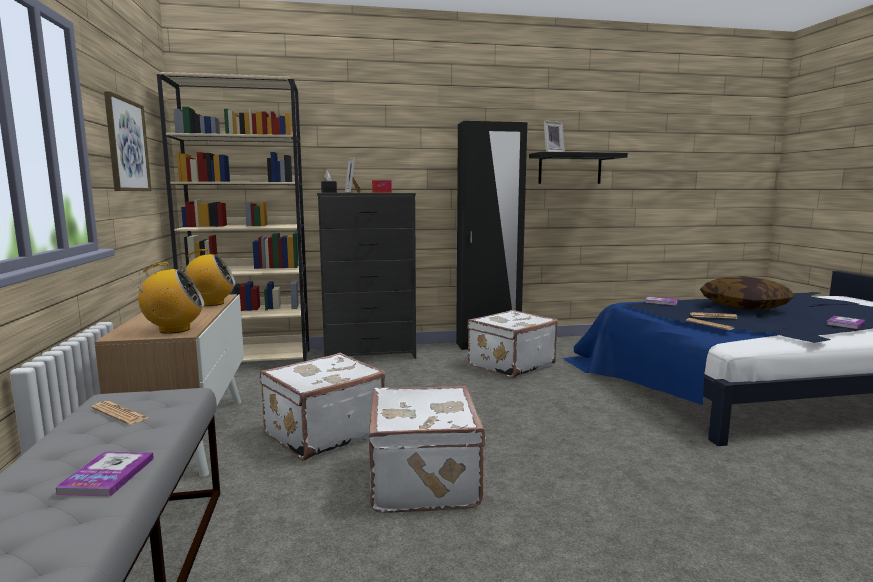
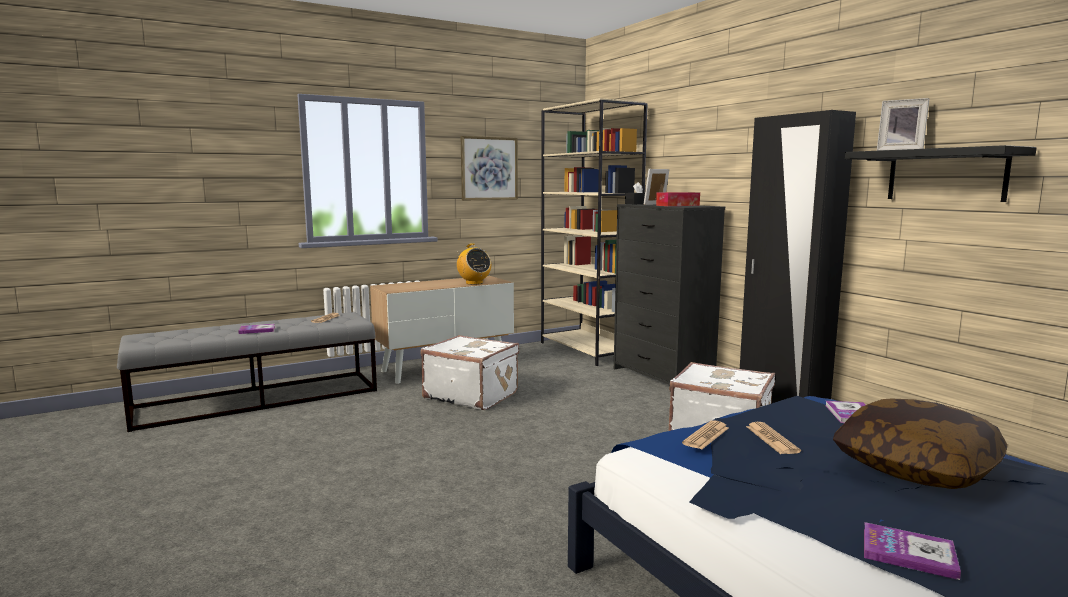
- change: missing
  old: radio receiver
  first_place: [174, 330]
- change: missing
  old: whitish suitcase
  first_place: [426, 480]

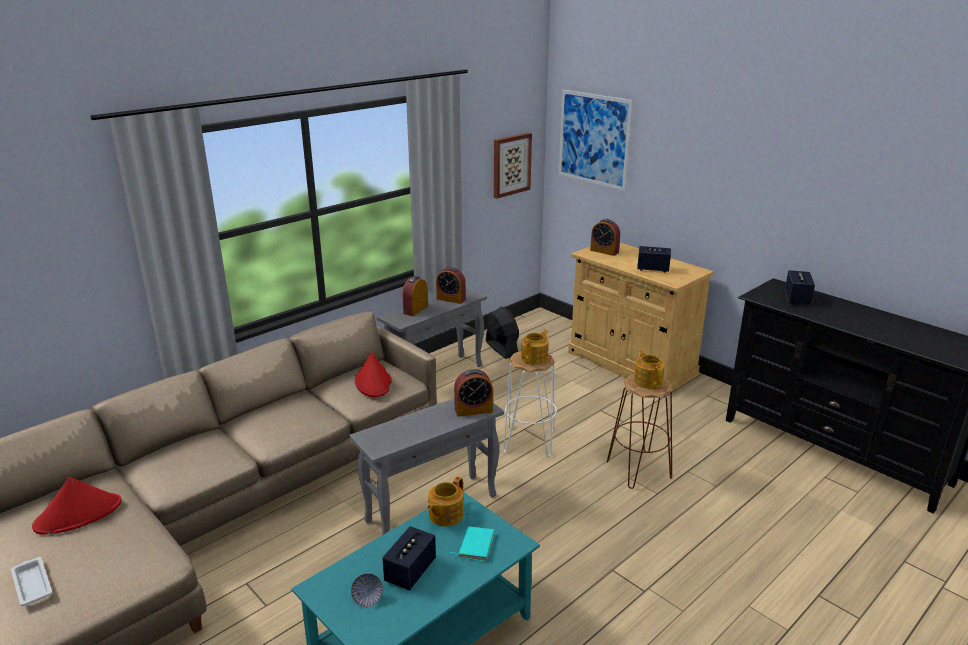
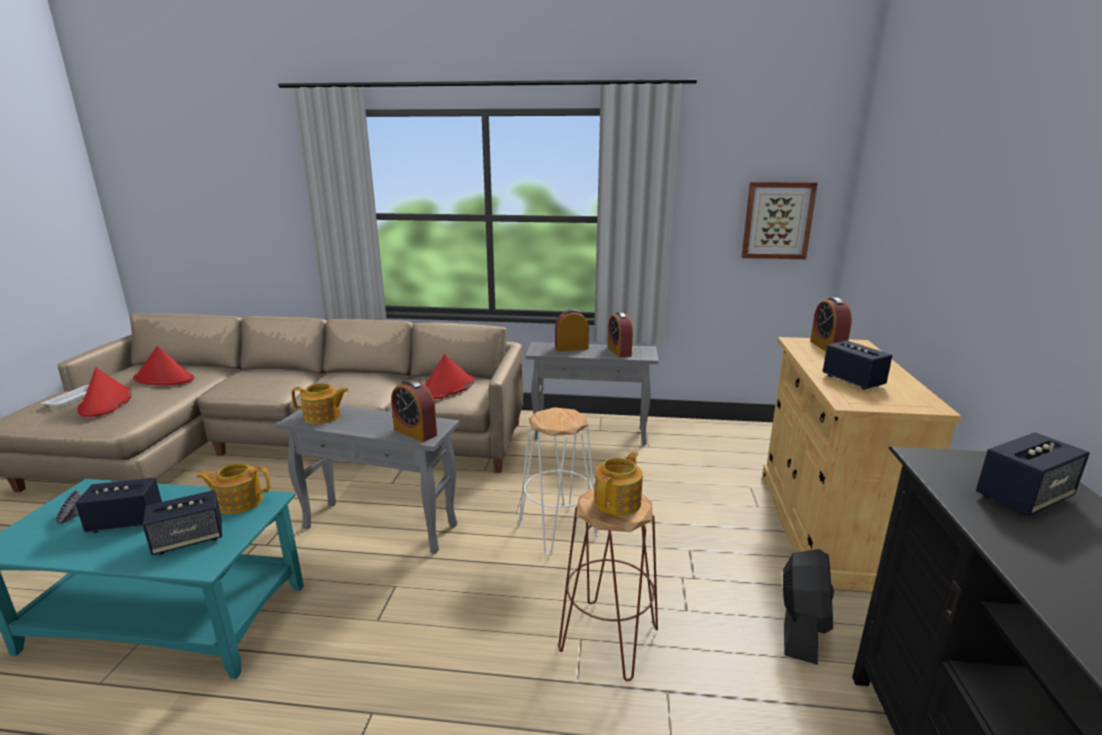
- change: exchanged
  old: blue-green volume
  new: audio speaker
  first_place: [475, 545]
  second_place: [189, 540]
- change: relocated
  old: black-coloured fan
  first_place: [501, 348]
  second_place: [802, 628]
- change: relocated
  old: pot for tea
  first_place: [535, 358]
  second_place: [323, 416]
- change: missing
  old: wall art
  first_place: [594, 139]
- change: appeared
  new: red hat
  second_place: [106, 403]

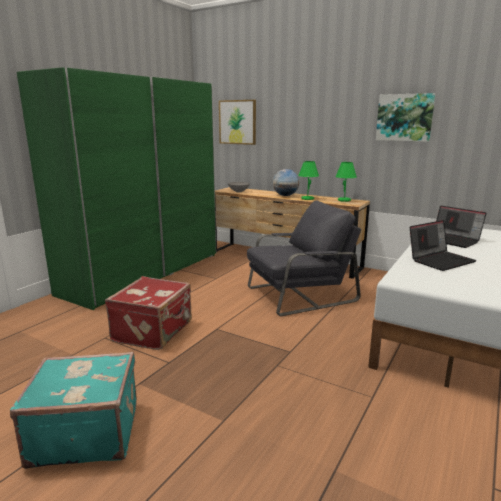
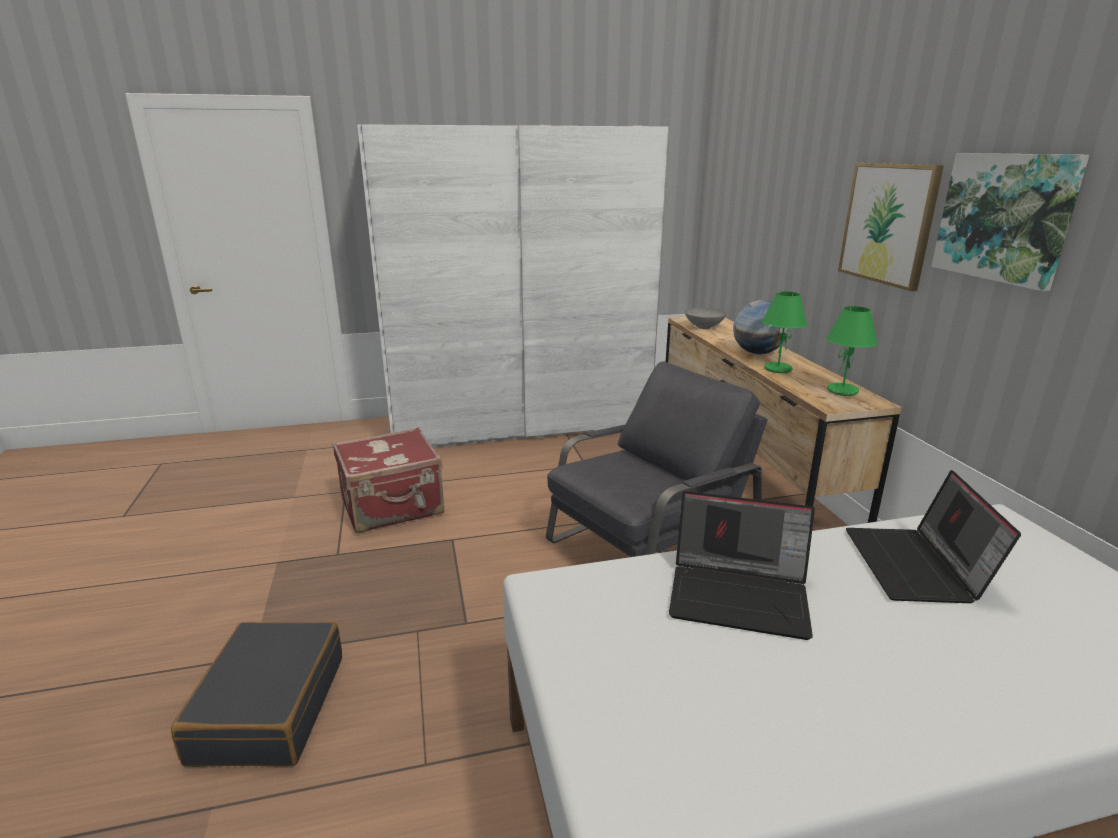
- change: missing
  old: blue-green suitcase
  first_place: [86, 432]
- change: colour
  old: green armoire
  new: whitish armoire
  first_place: [144, 273]
  second_place: [520, 423]
- change: relocated
  old: wall art
  first_place: [237, 122]
  second_place: [888, 223]
- change: spun
  old: gray easy chair
  first_place: [300, 294]
  second_place: [650, 544]
  degrees: -60
- change: appeared
  new: black-coloured suitcase
  second_place: [269, 707]

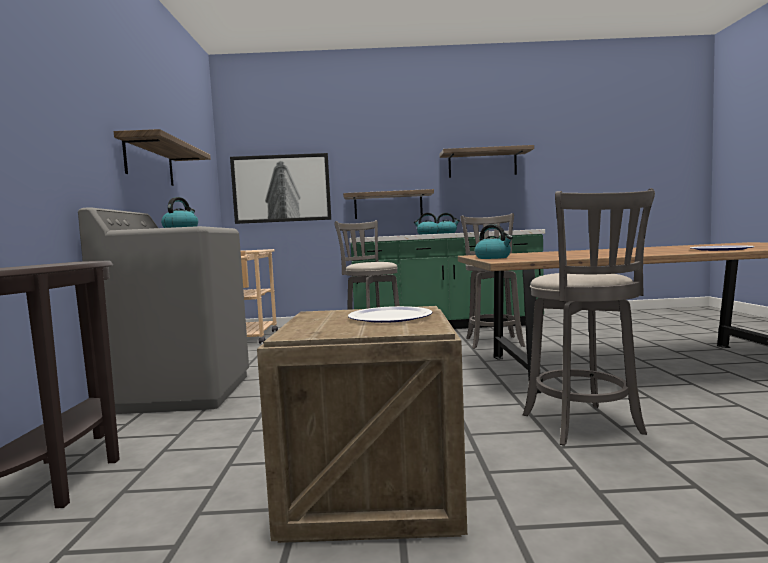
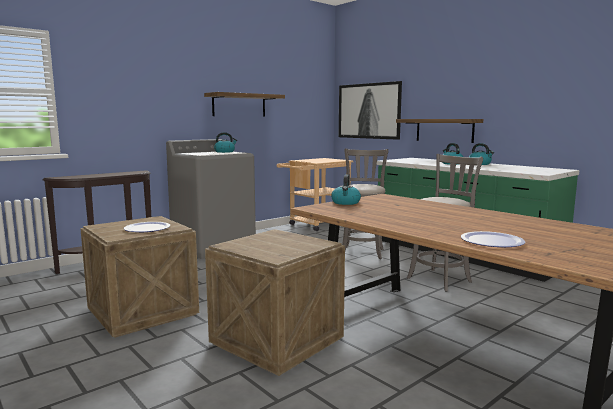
- change: missing
  old: shelf
  first_place: [482, 164]
- change: exchanged
  old: gray stool
  new: crate
  first_place: [584, 426]
  second_place: [275, 341]

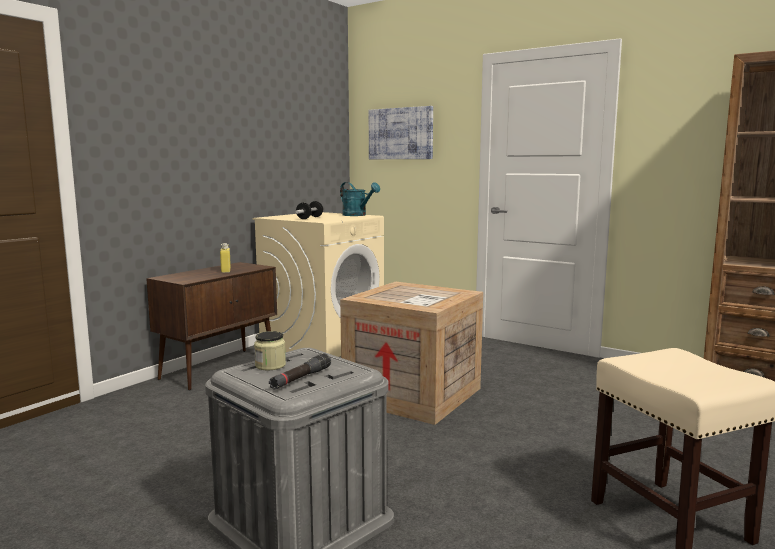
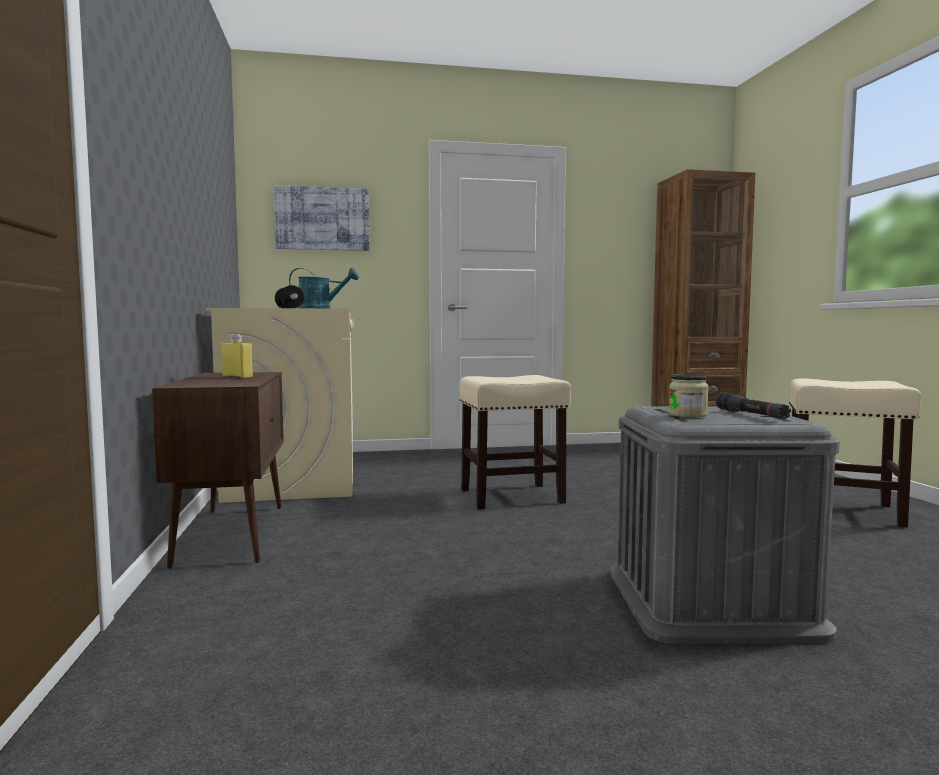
- change: exchanged
  old: crate
  new: beige stool
  first_place: [415, 394]
  second_place: [512, 496]

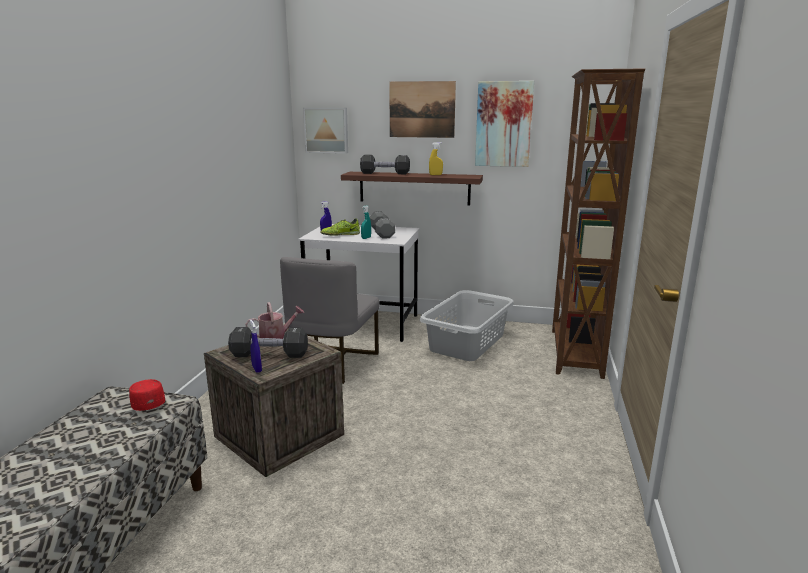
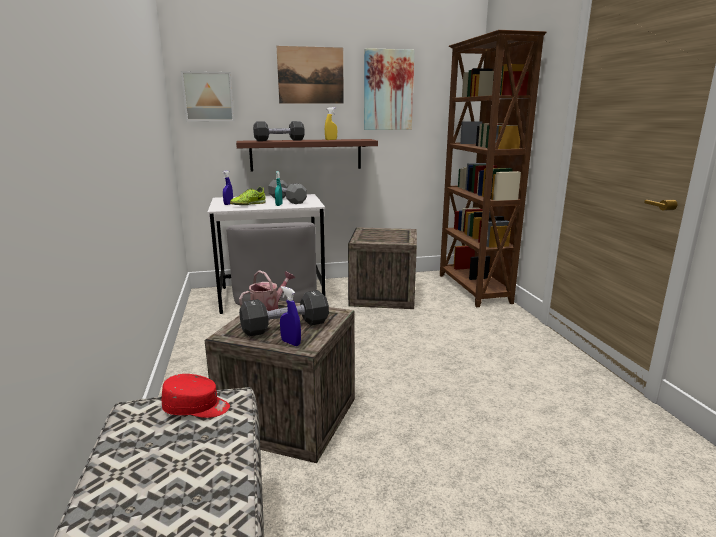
- change: spun
  old: red peaked cap
  first_place: [147, 402]
  second_place: [197, 408]
  degrees: 150
- change: exchanged
  old: gray washing basket
  new: crate
  first_place: [468, 342]
  second_place: [383, 295]

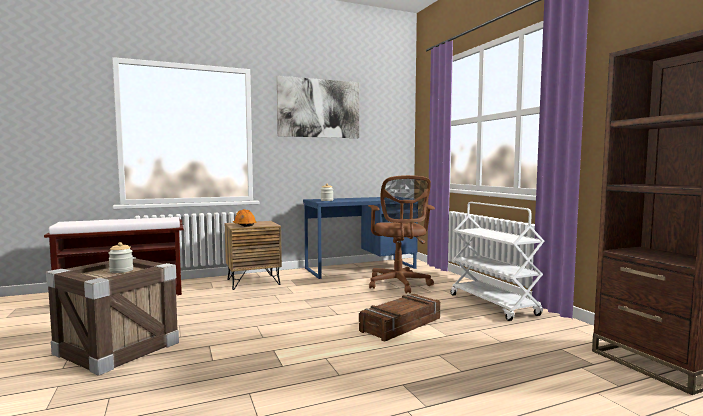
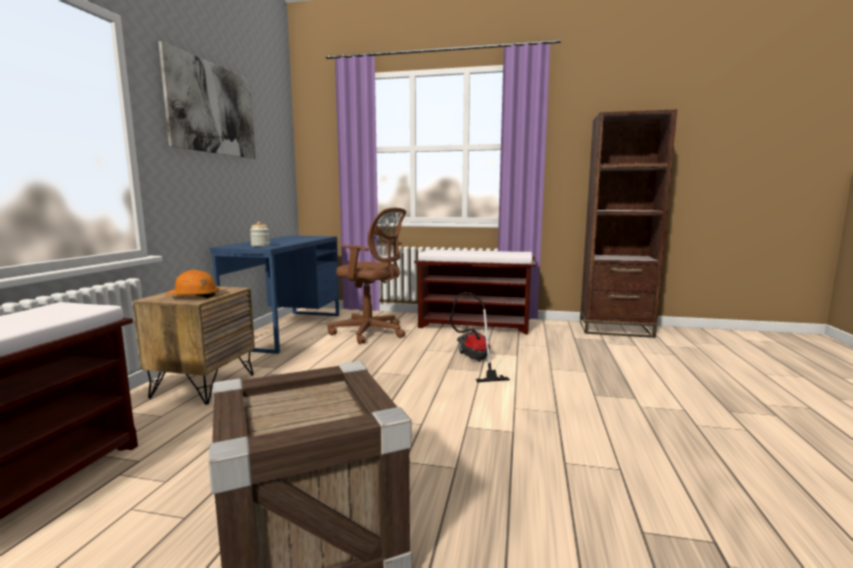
- change: missing
  old: jar
  first_place: [121, 270]
- change: exchanged
  old: crate
  new: vacuum
  first_place: [401, 325]
  second_place: [475, 361]
- change: exchanged
  old: whitish wheeled cart
  new: brownish bench
  first_place: [493, 305]
  second_place: [475, 325]

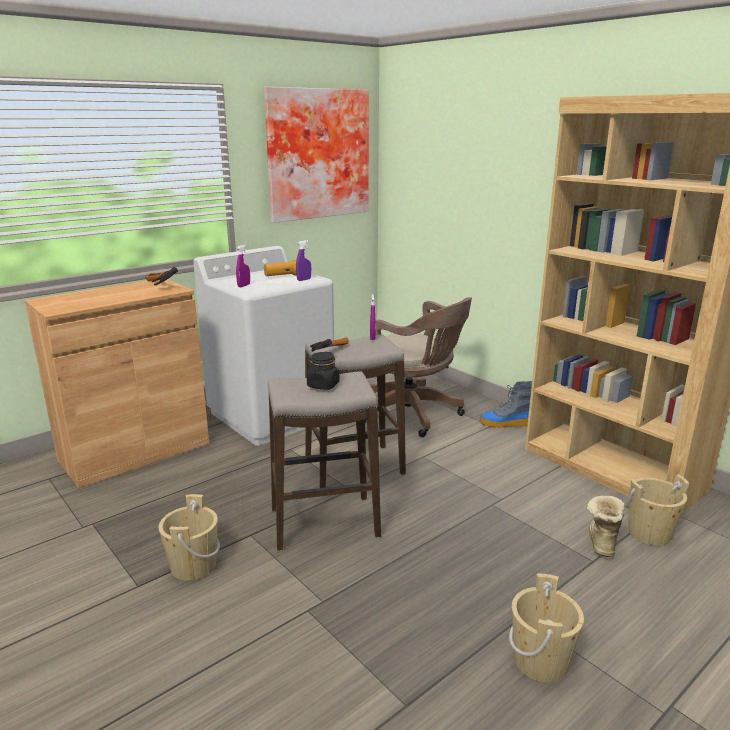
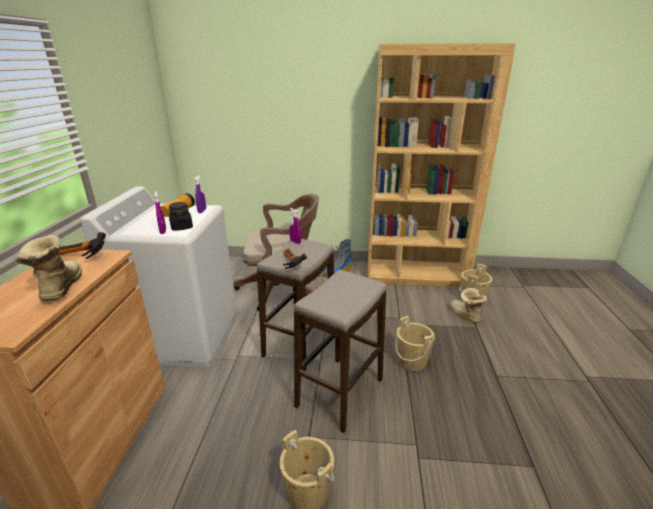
- change: missing
  old: wall art
  first_place: [316, 154]
- change: relocated
  old: black-coloured jar
  first_place: [323, 385]
  second_place: [182, 227]
- change: relocated
  old: beige water bucket
  first_place: [540, 660]
  second_place: [412, 361]
- change: appeared
  new: boot
  second_place: [59, 288]

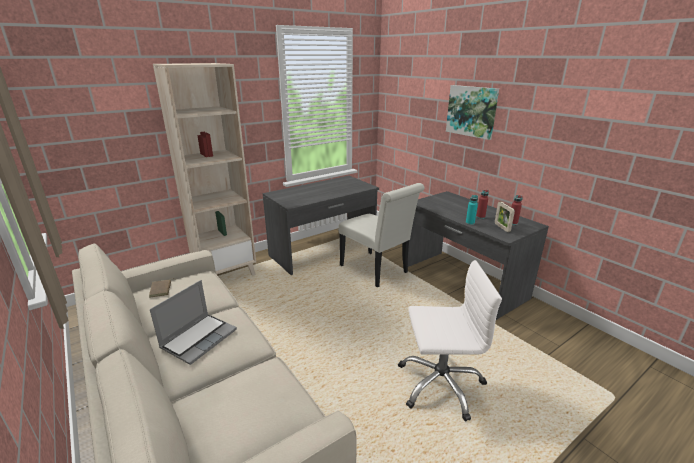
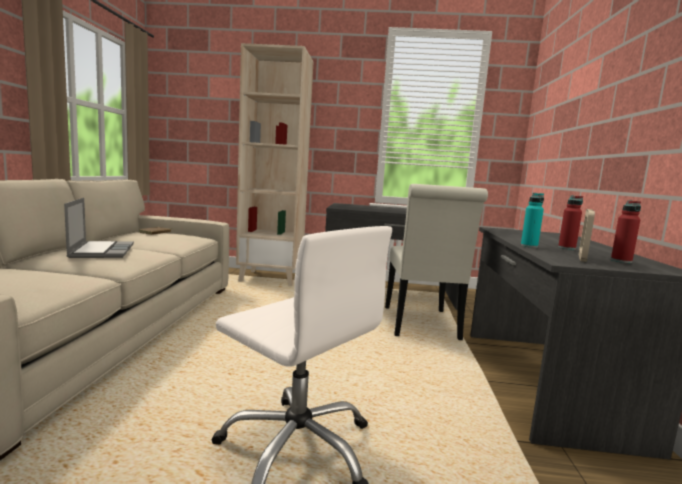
- change: spun
  old: portable computer
  first_place: [199, 338]
  second_place: [101, 251]
  degrees: -90
- change: missing
  old: wall art
  first_place: [472, 111]

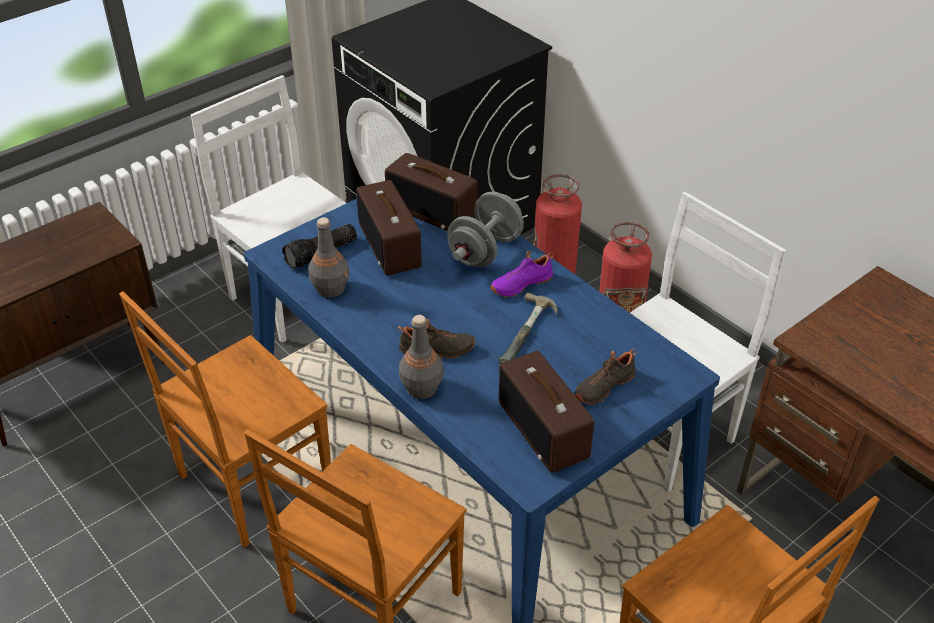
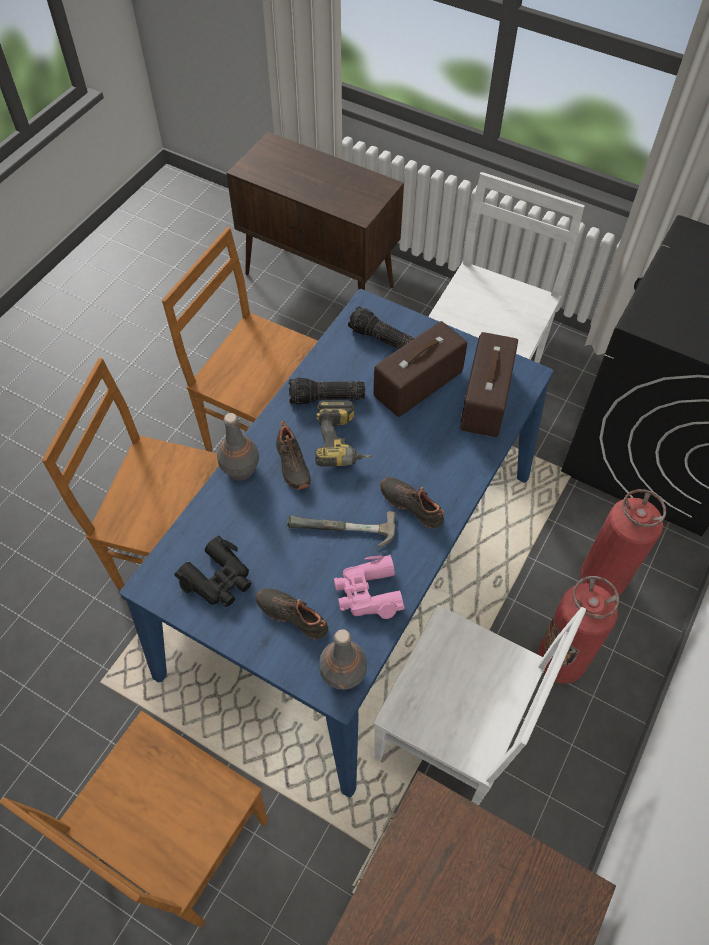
- change: relocated
  old: gray bottle
  first_place: [330, 288]
  second_place: [343, 673]
- change: missing
  old: gray free weight
  first_place: [485, 251]
- change: colour
  old: purple-coloured shoe
  new: black-coloured shoe
  first_place: [520, 283]
  second_place: [412, 504]
- change: exchanged
  old: radio receiver
  new: black-coloured field glasses
  first_place: [544, 430]
  second_place: [218, 579]
- change: appeared
  new: flashlight
  second_place: [326, 399]
- change: appeared
  new: drill
  second_place: [344, 443]
- change: appeared
  new: pink field glasses
  second_place: [367, 593]

